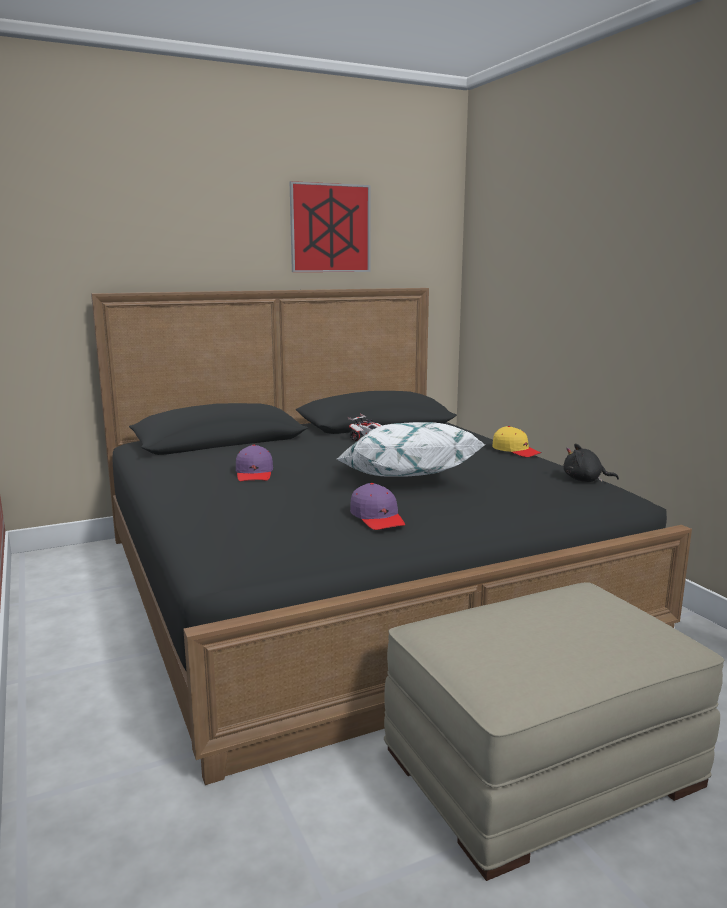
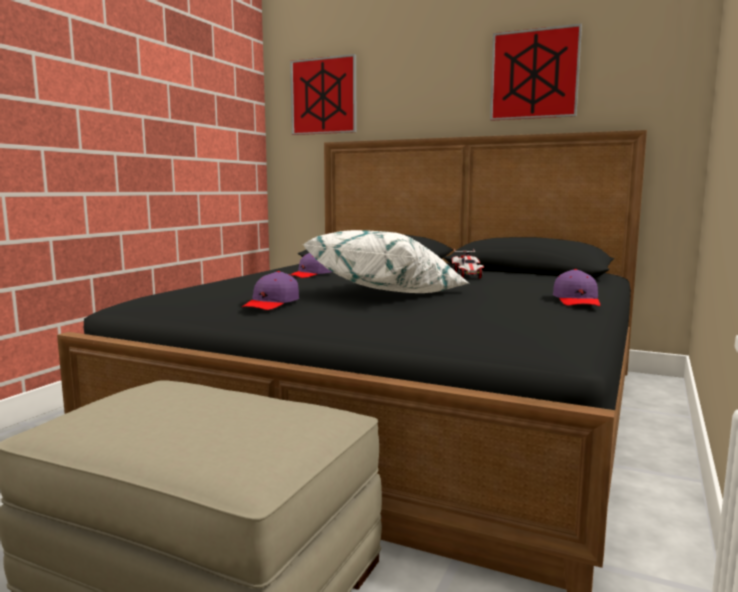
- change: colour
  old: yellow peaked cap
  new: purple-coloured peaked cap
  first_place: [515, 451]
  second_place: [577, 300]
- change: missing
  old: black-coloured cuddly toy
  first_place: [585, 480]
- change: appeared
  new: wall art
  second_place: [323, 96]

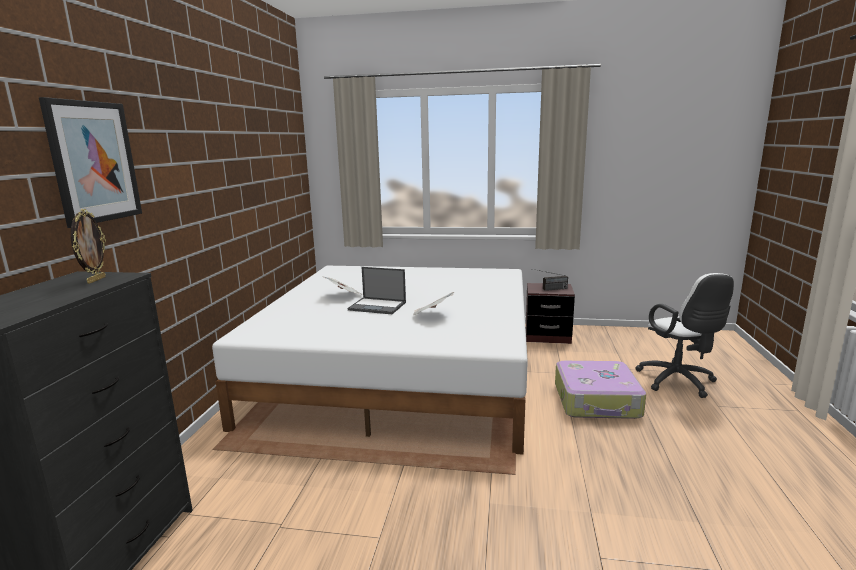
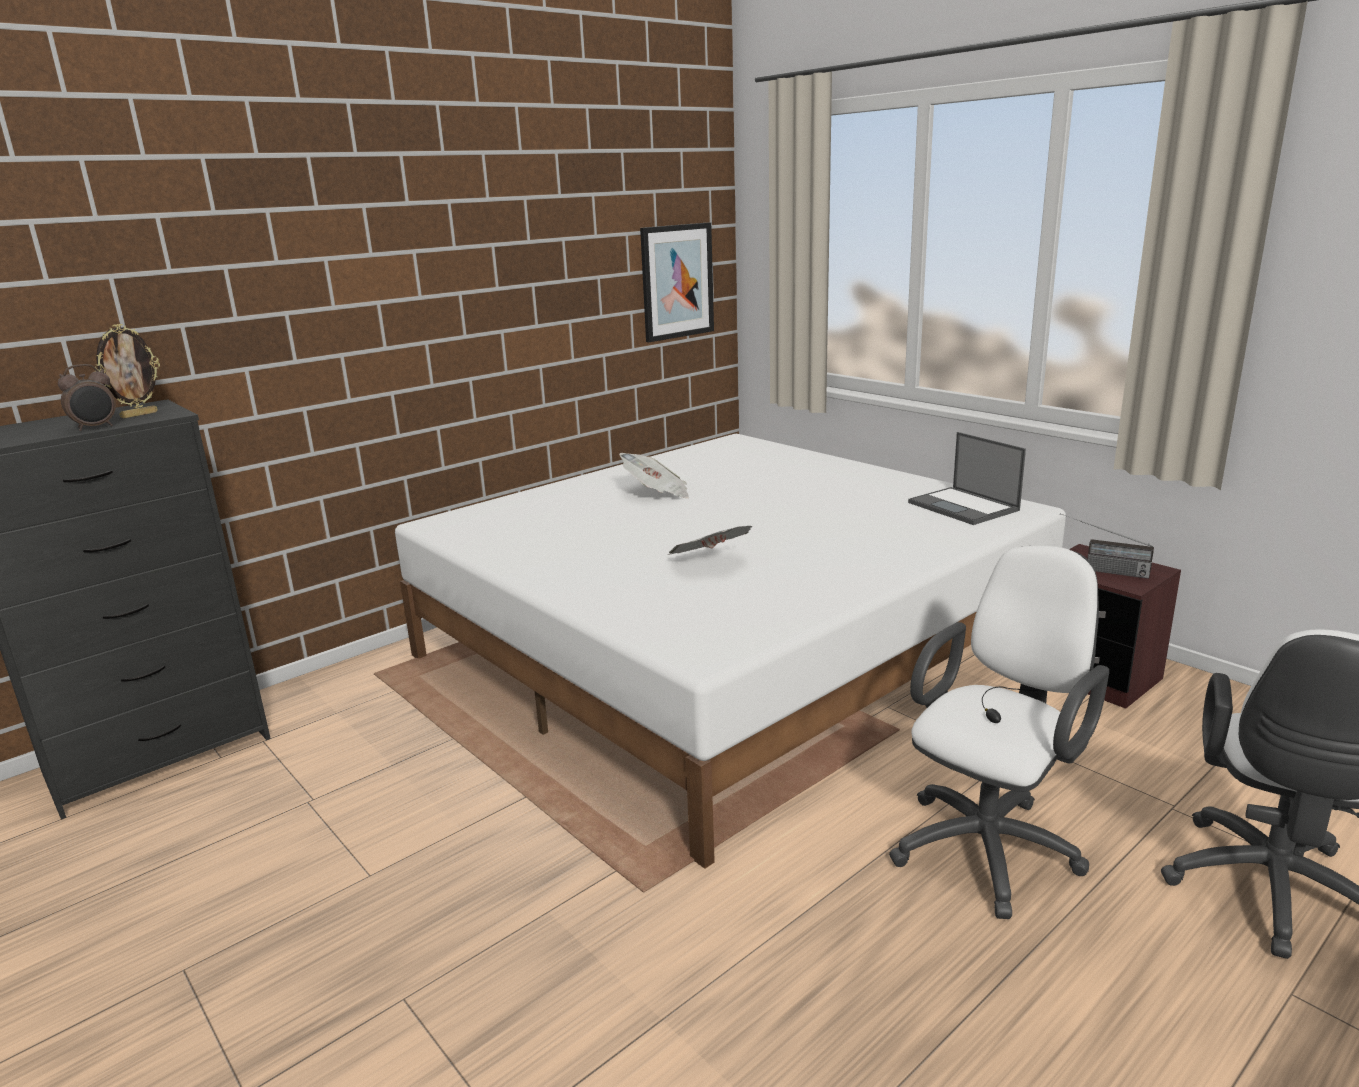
- change: relocated
  old: wall art
  first_place: [94, 162]
  second_place: [677, 281]
- change: relocated
  old: portable computer
  first_place: [378, 306]
  second_place: [964, 507]
- change: exchanged
  old: suitcase
  new: whitish desk chair
  first_place: [597, 401]
  second_place: [991, 844]
- change: appeared
  new: alarm clock
  second_place: [96, 427]

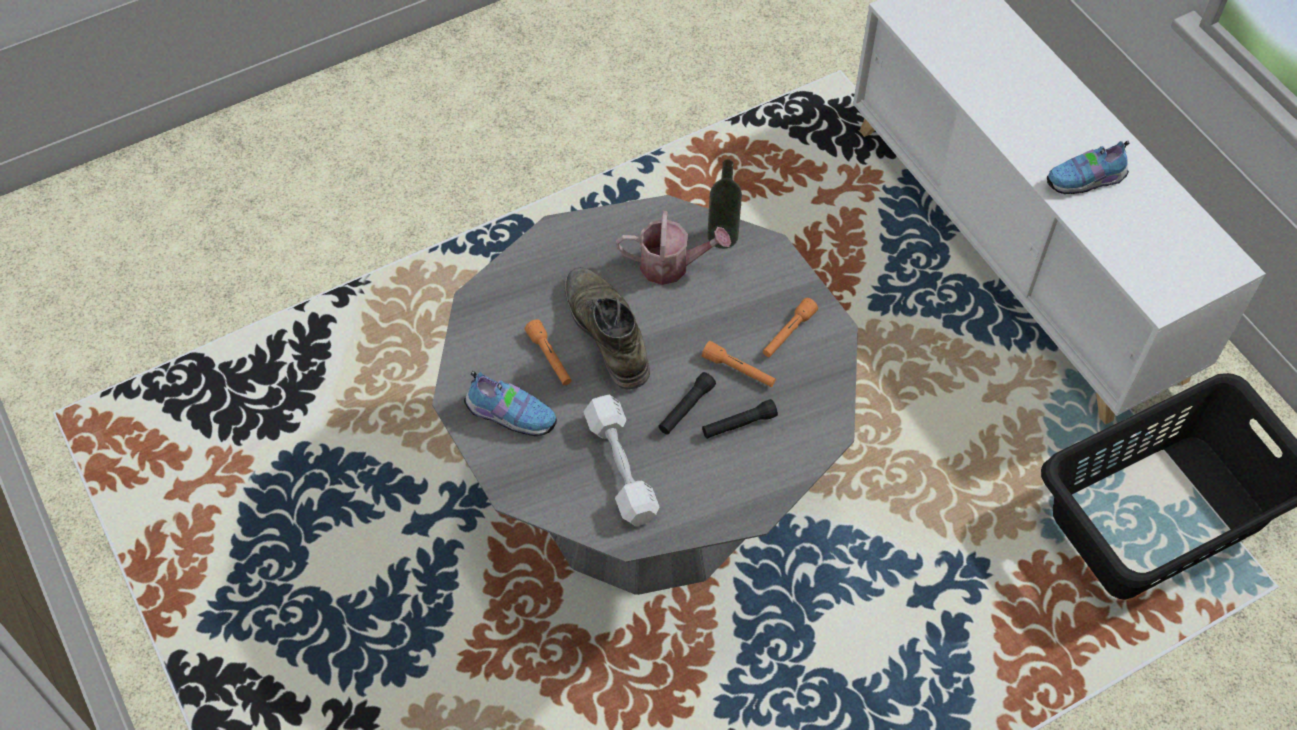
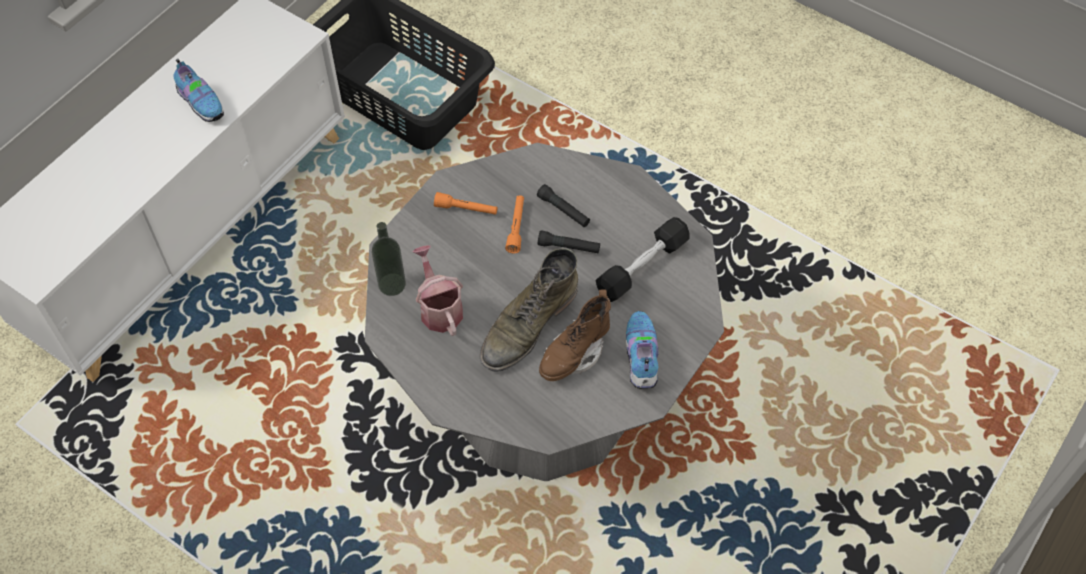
- change: exchanged
  old: orange flashlight
  new: brownish boot
  first_place: [550, 358]
  second_place: [574, 353]
- change: colour
  old: whitish free weight
  new: black-coloured free weight
  first_place: [621, 467]
  second_place: [642, 267]

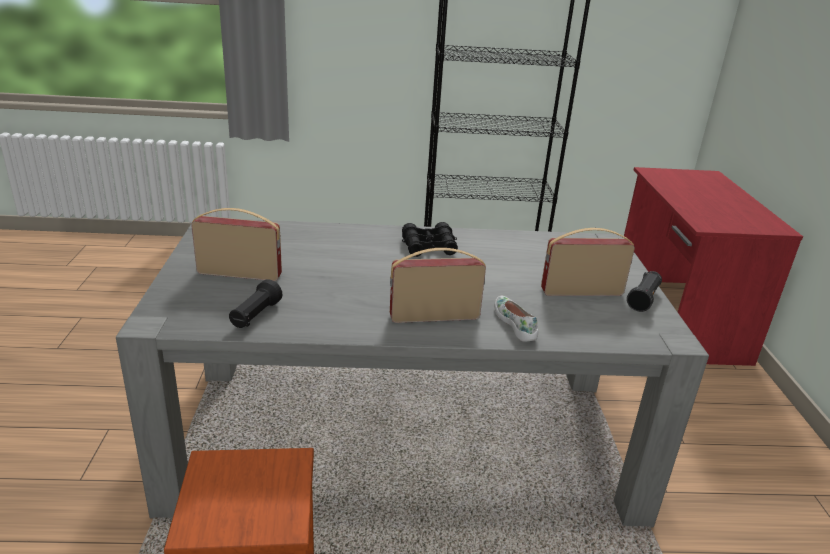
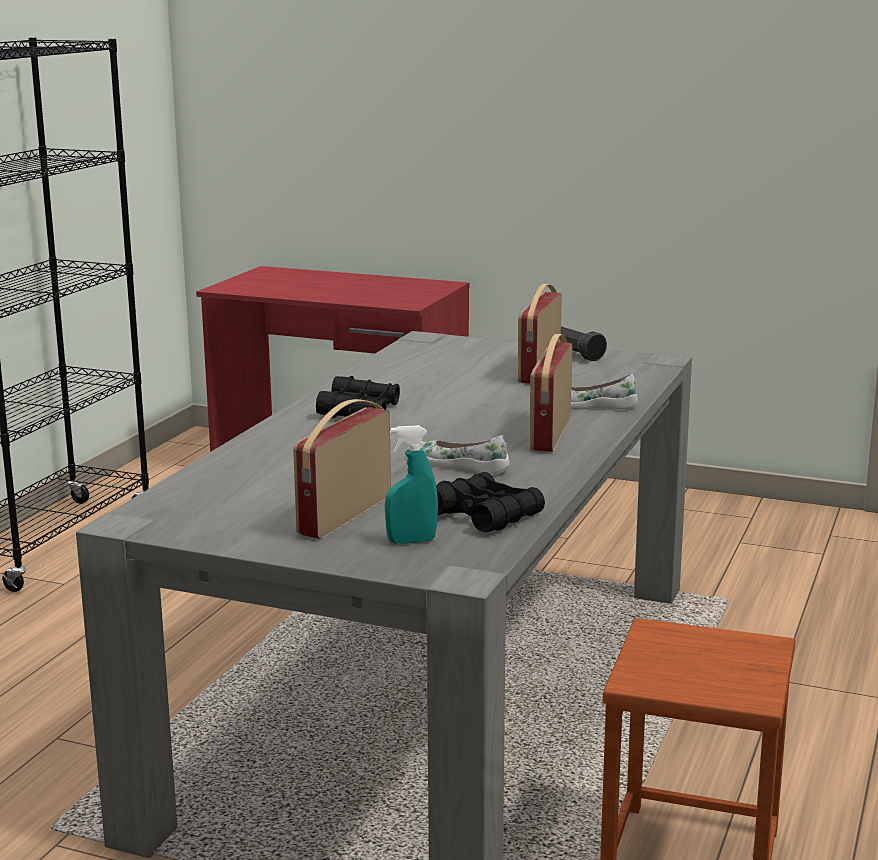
- change: exchanged
  old: black-coloured flashlight
  new: black-coloured field glasses
  first_place: [255, 316]
  second_place: [484, 515]
- change: appeared
  new: blue-green spray bottle
  second_place: [411, 541]
- change: appeared
  new: whitish shoe
  second_place: [460, 465]

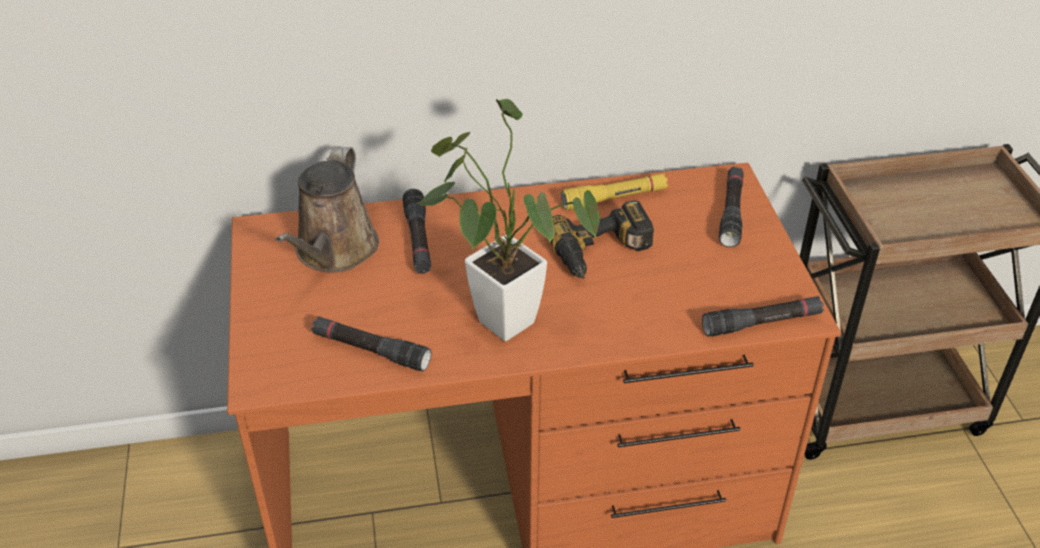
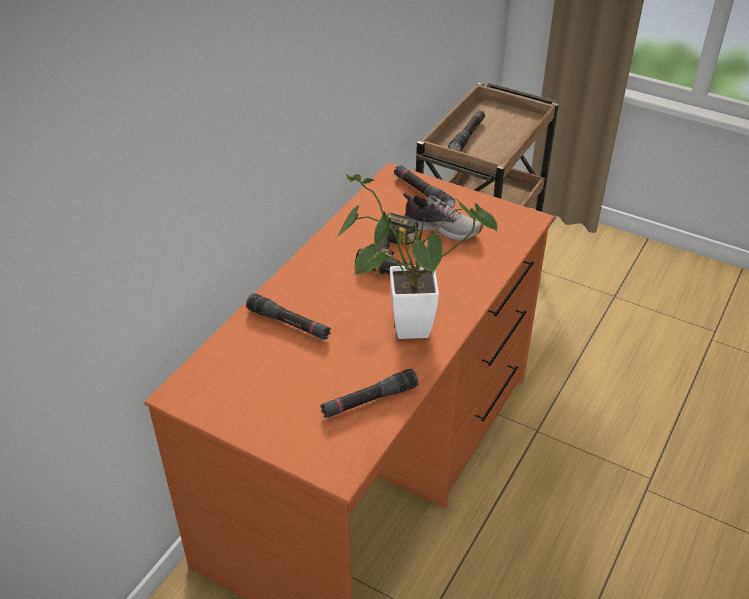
- change: missing
  old: brownish watering pot
  first_place: [334, 252]
- change: missing
  old: yellow flashlight
  first_place: [614, 198]
- change: relocated
  old: black-coloured flashlight
  first_place: [762, 323]
  second_place: [467, 136]
- change: appeared
  new: shoe
  second_place: [441, 228]

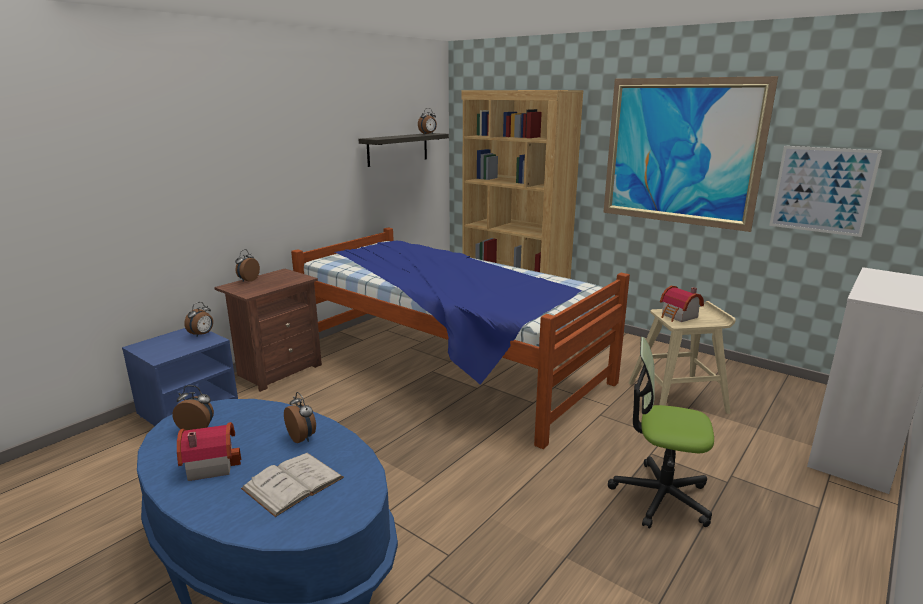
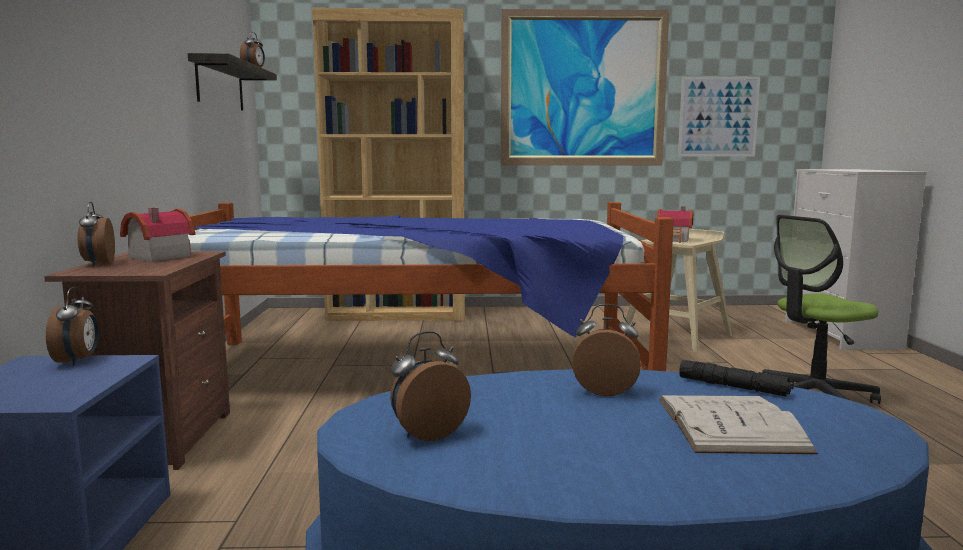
- change: relocated
  old: toy house
  first_place: [210, 464]
  second_place: [156, 257]
- change: appeared
  new: black-coloured flashlight
  second_place: [733, 387]

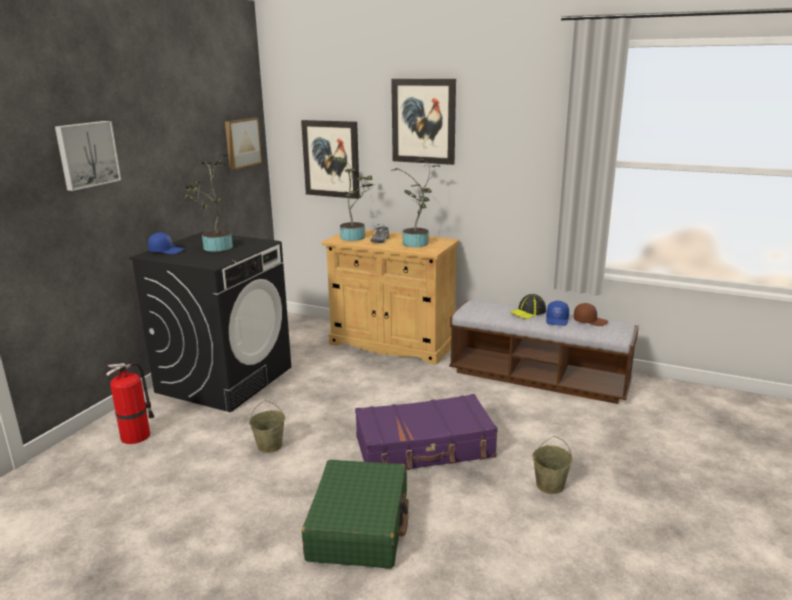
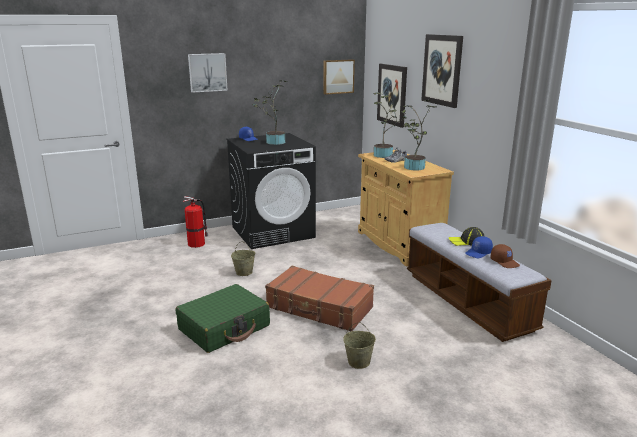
- change: colour
  old: purple-coloured suitcase
  new: brownish suitcase
  first_place: [425, 447]
  second_place: [319, 308]

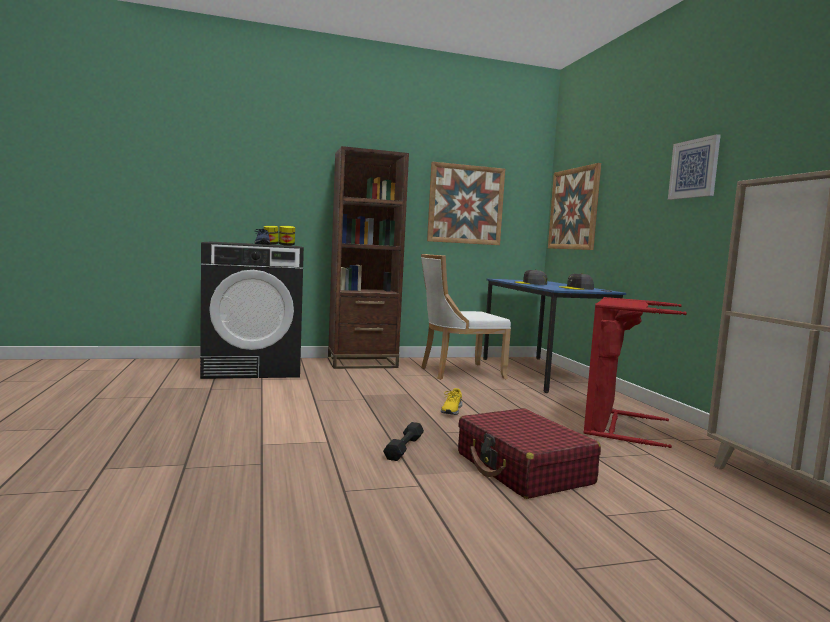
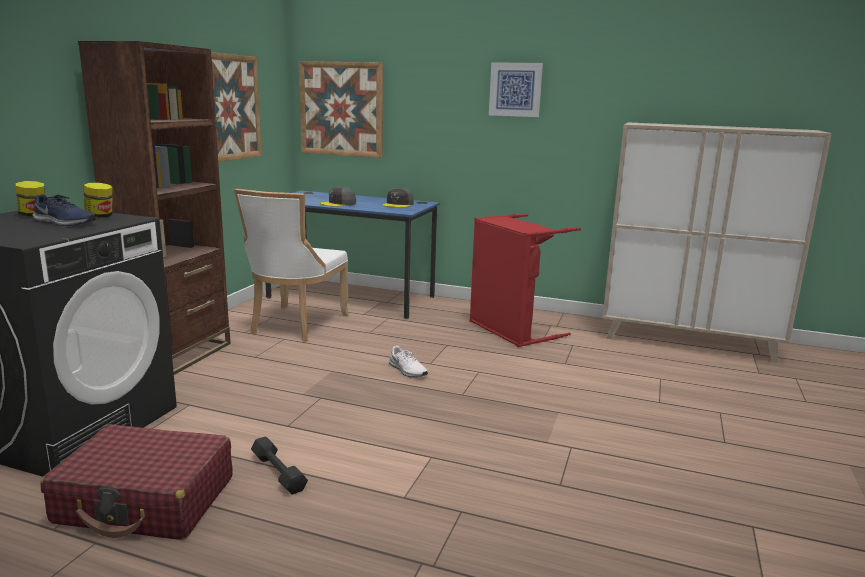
- change: relocated
  old: black-coloured free weight
  first_place: [404, 447]
  second_place: [278, 472]
- change: colour
  old: yellow shoe
  new: whitish shoe
  first_place: [451, 410]
  second_place: [407, 371]
- change: relocated
  old: red suitcase
  first_place: [523, 469]
  second_place: [146, 500]

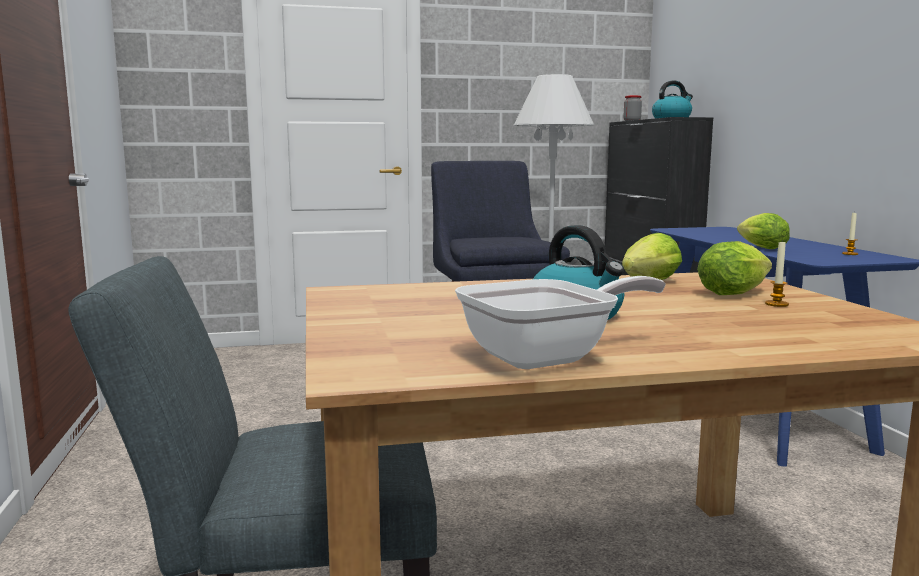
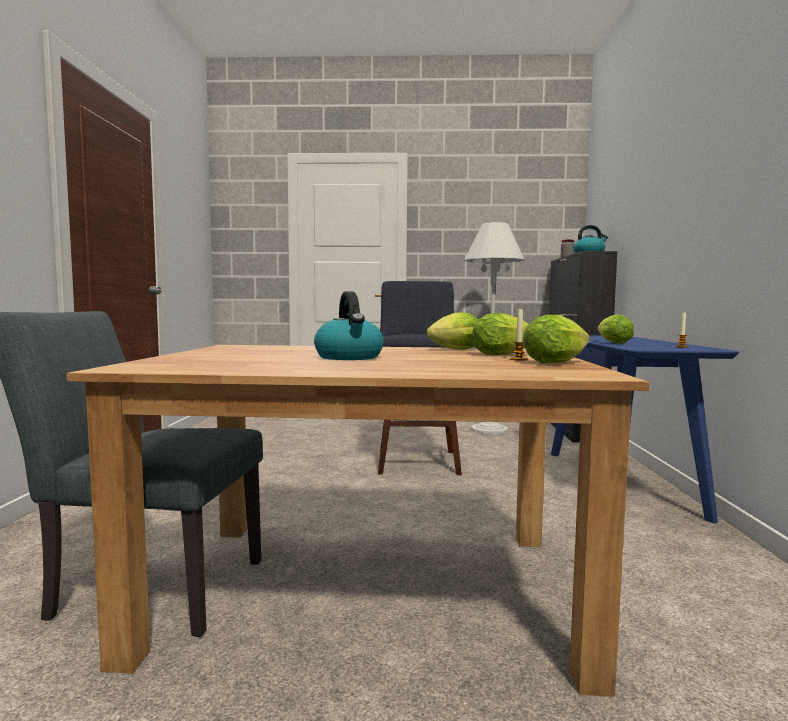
- change: missing
  old: pan
  first_place: [549, 357]
- change: appeared
  new: lettuce
  second_place: [558, 362]

